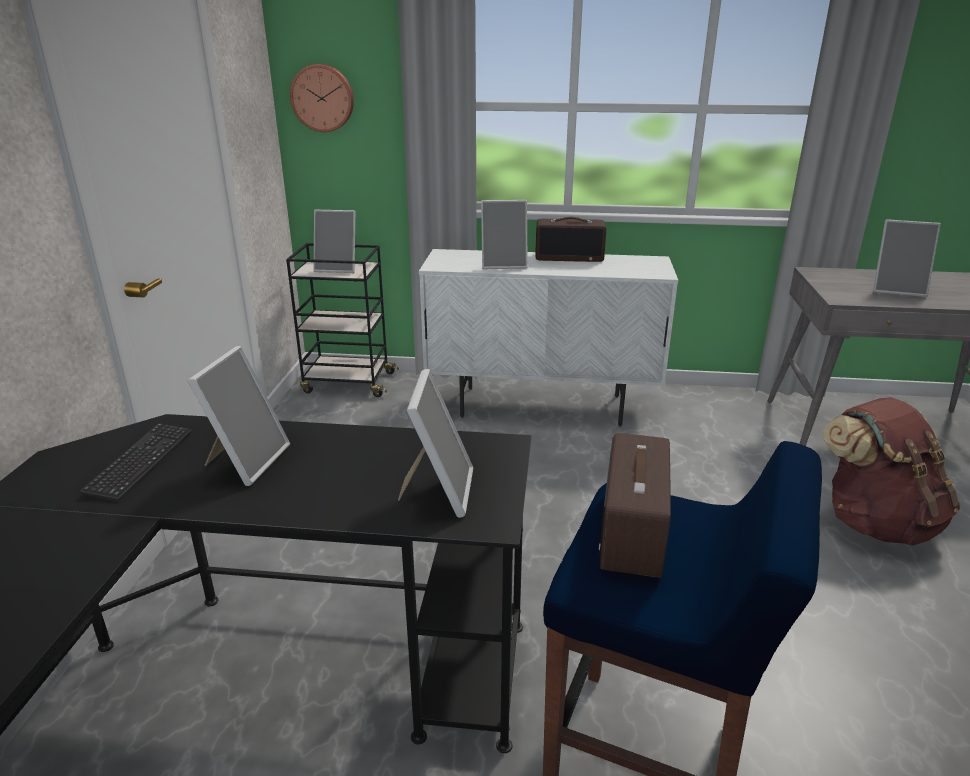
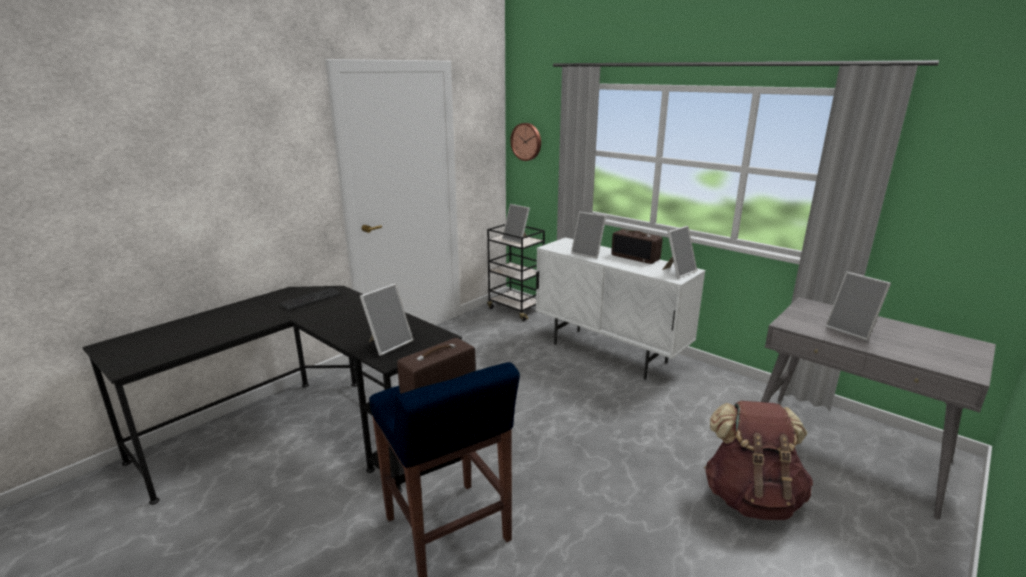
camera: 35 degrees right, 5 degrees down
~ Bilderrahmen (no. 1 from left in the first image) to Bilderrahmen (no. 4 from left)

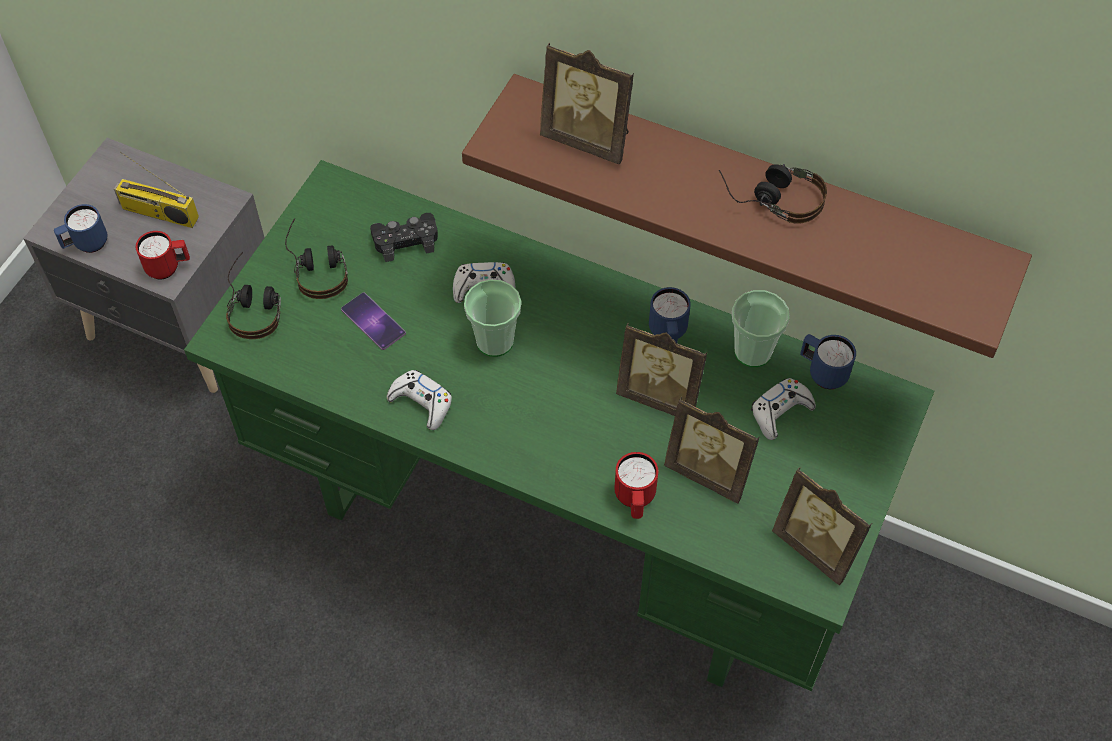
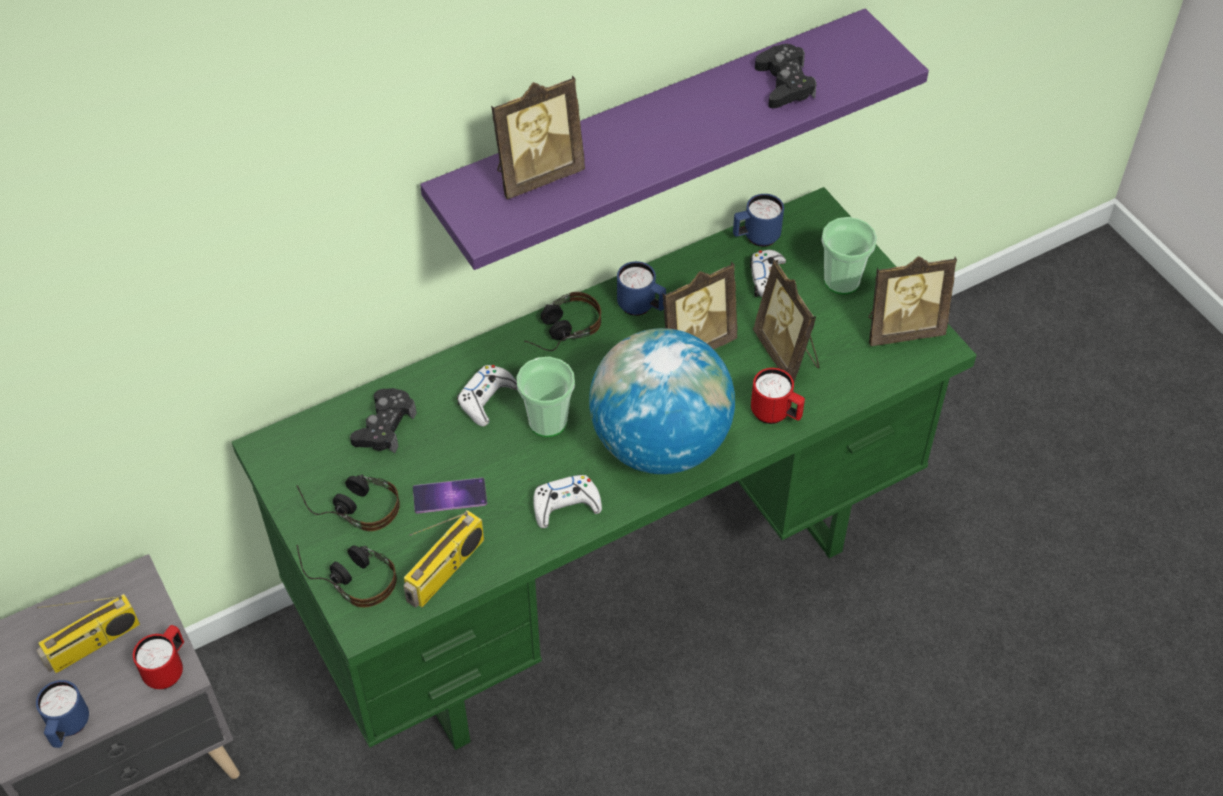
camera: 55 degrees left, 5 degrees down
+ Radio (no. 2 from left)
~ Wandregal/braun to Wandregal/lila
~ Kopfhörer (no. 3 from left)
+ Globus
~ Bilderrahmen (no. 3 from left) 90 degrees clockwise
+ Gamepad/schwarz (no. 2 from left)
~ Tasse (no. 2 from left)

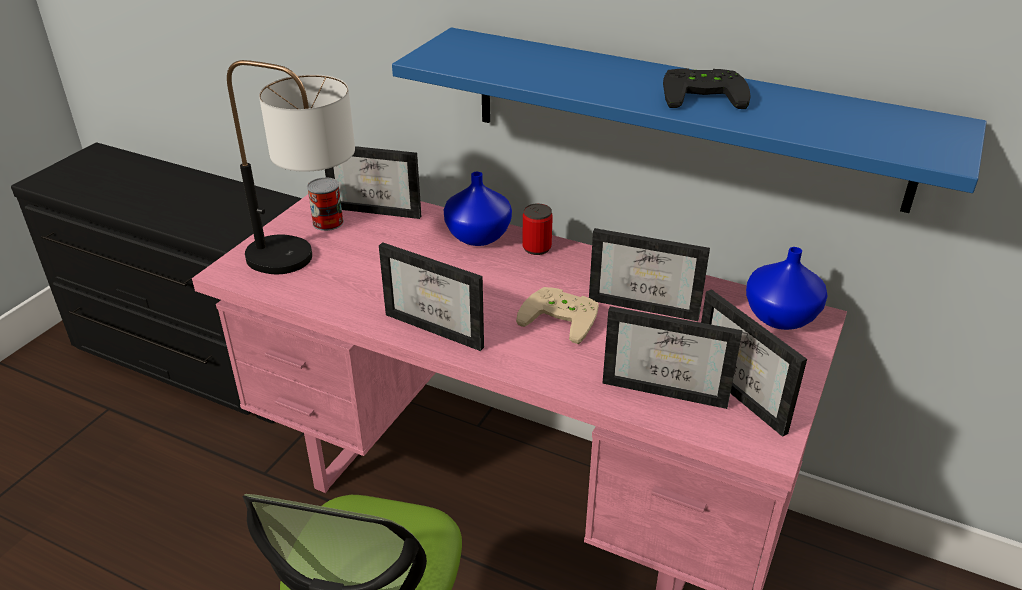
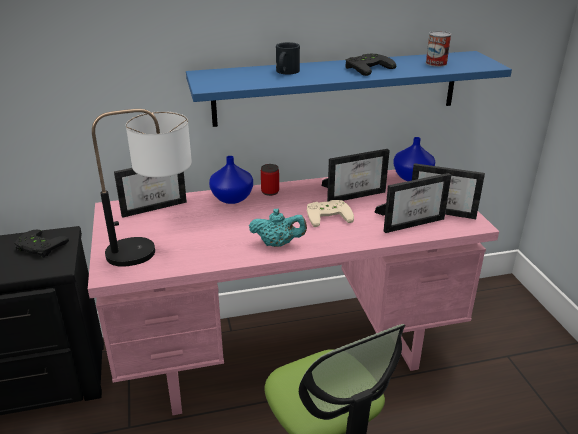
camera: 40 degrees left, 5 degrees down
+ Gamepad/schwarz (no. 1 from left)
~ Bilderrahmen (no. 2 from left) to Teekanne/türkis
+ Henkelbecher/schwarz
~ Dose (no. 1 from left in the first image) to Dose (no. 2 from left)

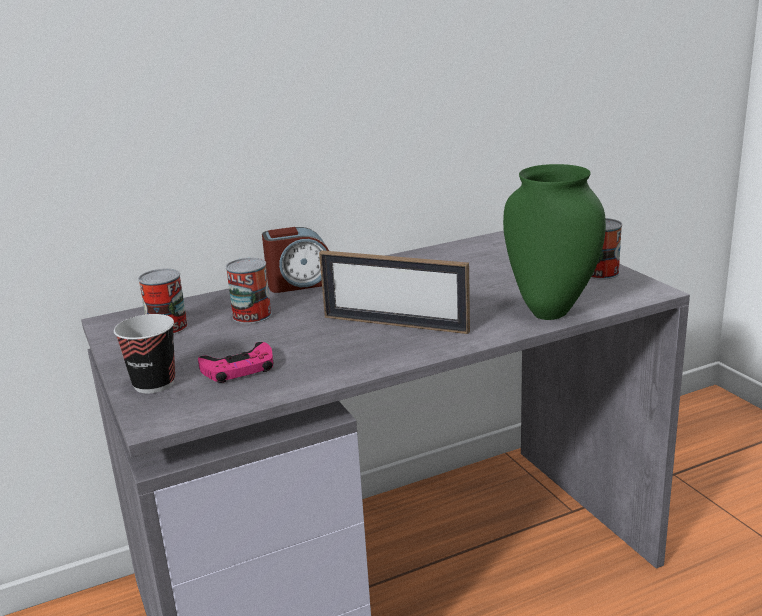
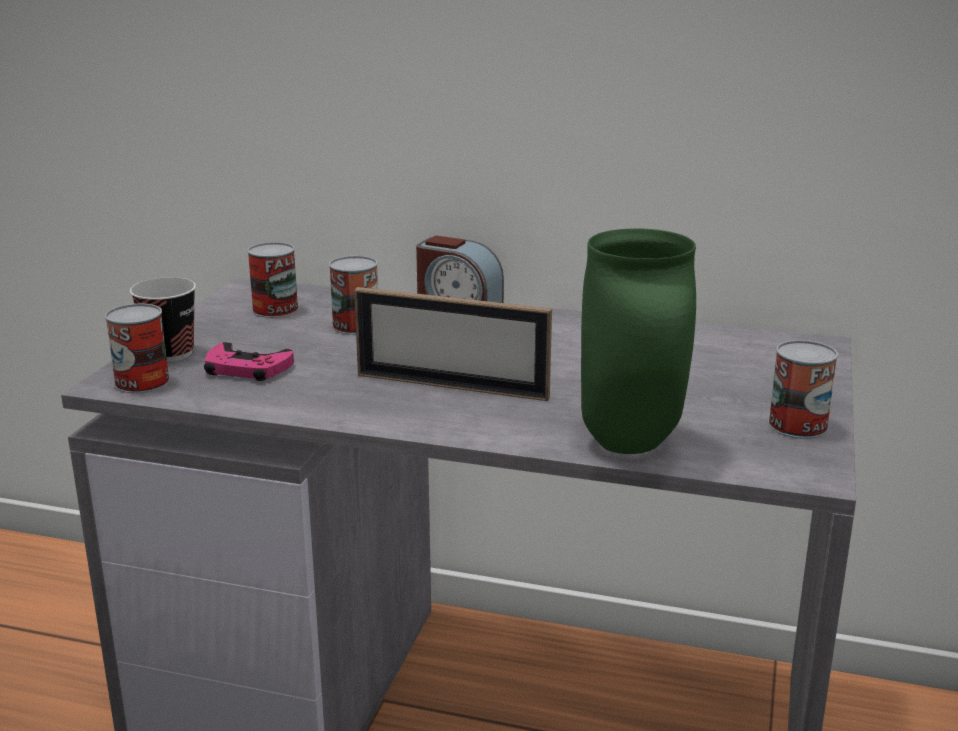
camera: 40 degrees right, 0 degrees up
+ Dose (no. 1 from left)
~ Bilderrahmen 45 degrees counterclockwise

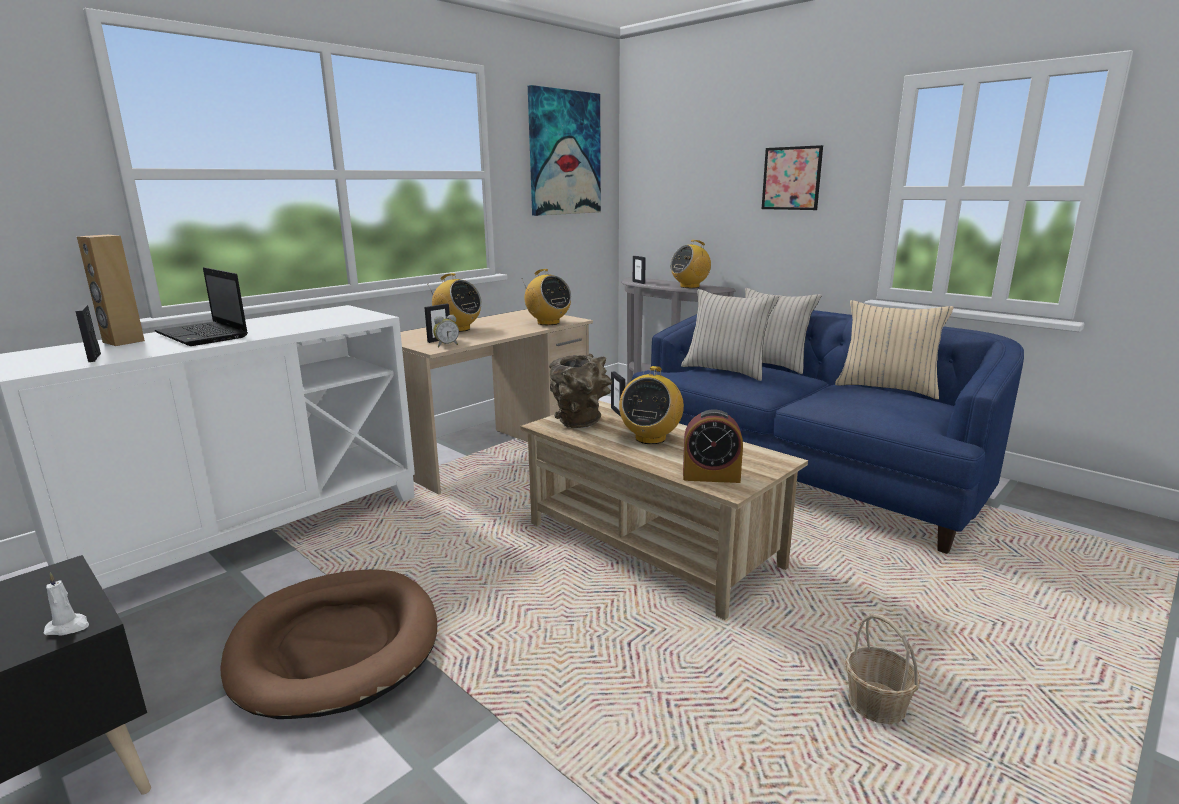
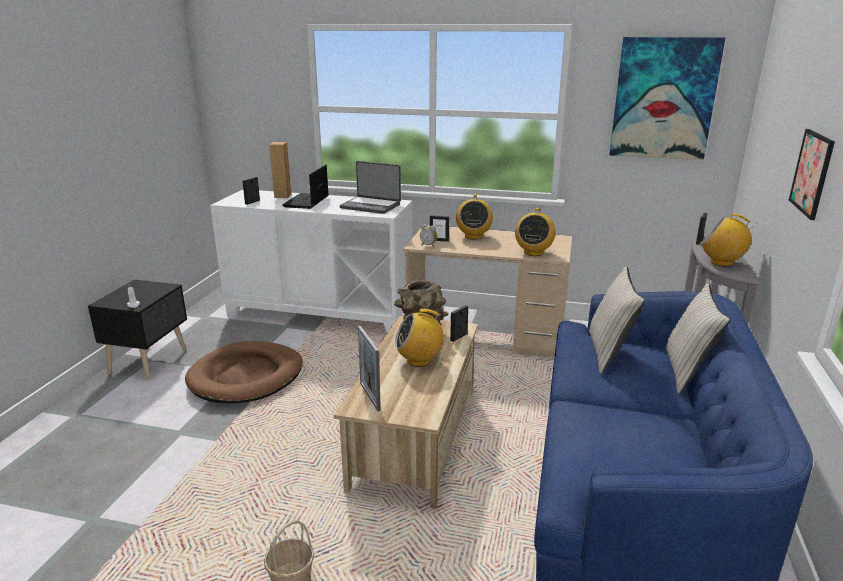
camera: 60 degrees right, 5 degrees up
+ Laptop (no. 2 from left)
~ Wecker (no. 2 from left) to Bilderrahmen (no. 2 from left)
- Kissen/beige (no. 3 from left)

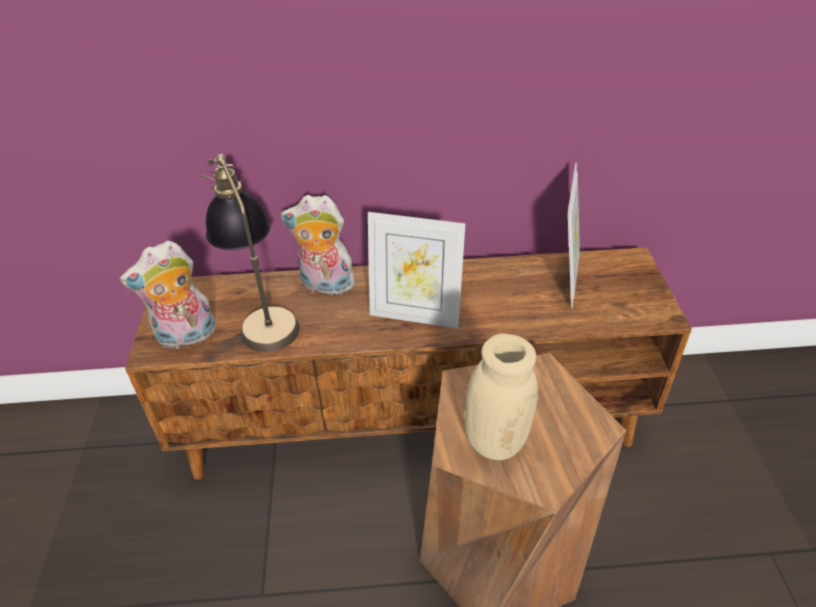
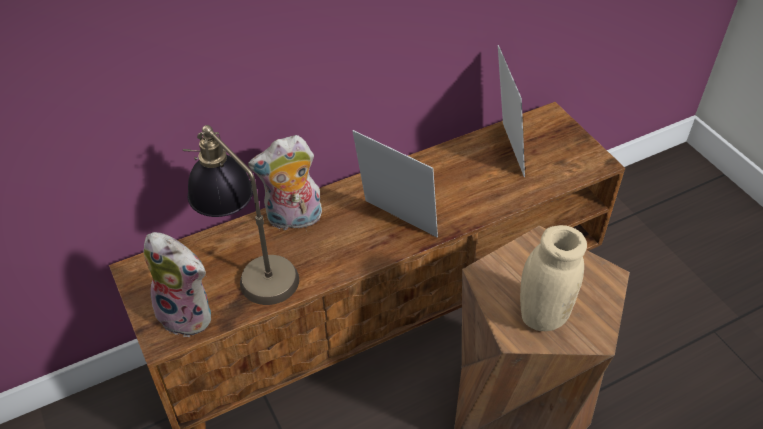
camera: 25 degrees left, 5 degrees up
~ Plüschtier (no. 1 from left) 105 degrees counterclockwise
~ Bilderrahmen (no. 1 from left) 135 degrees counterclockwise

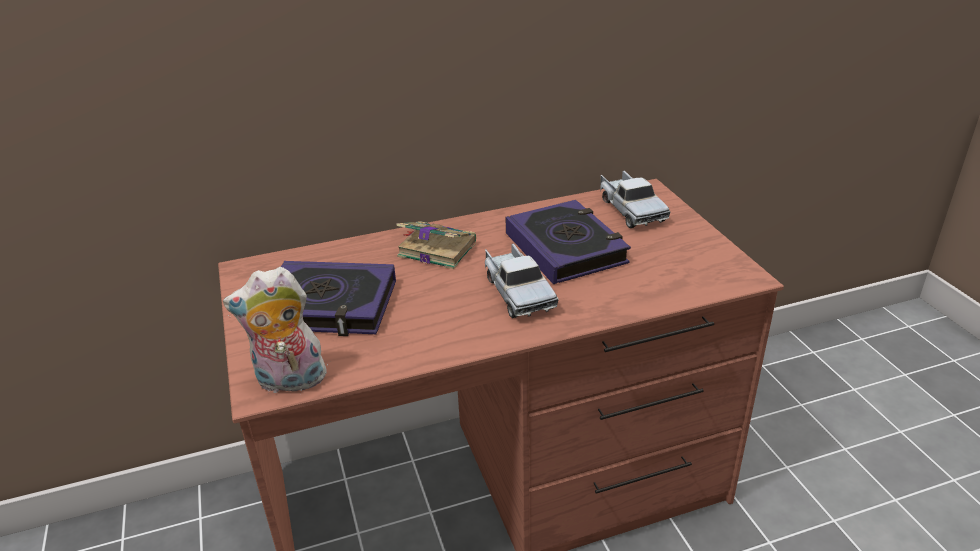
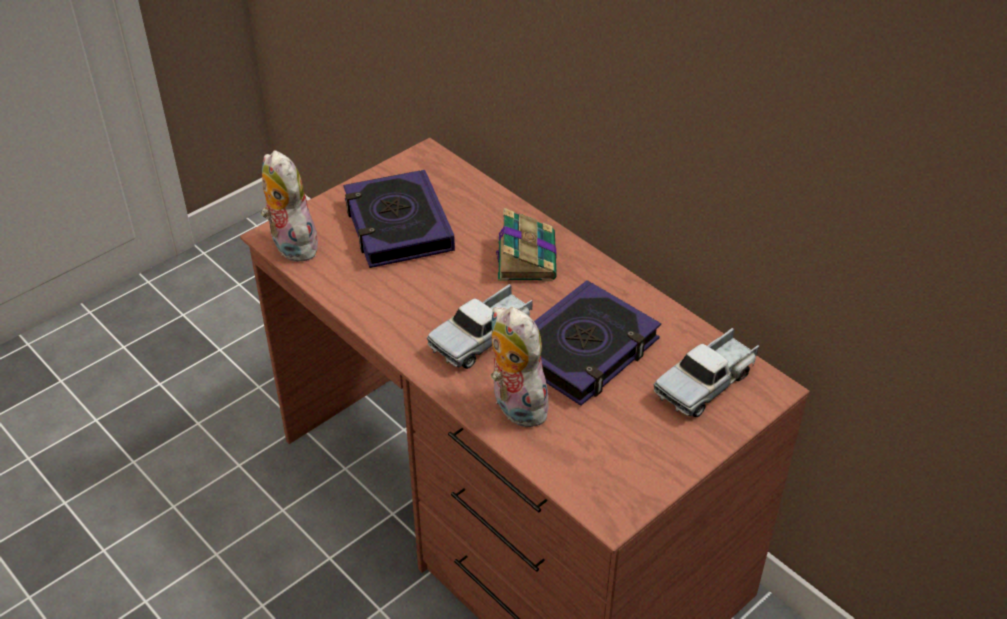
camera: 65 degrees right, 10 degrees up
+ Plüschtier (no. 2 from left)

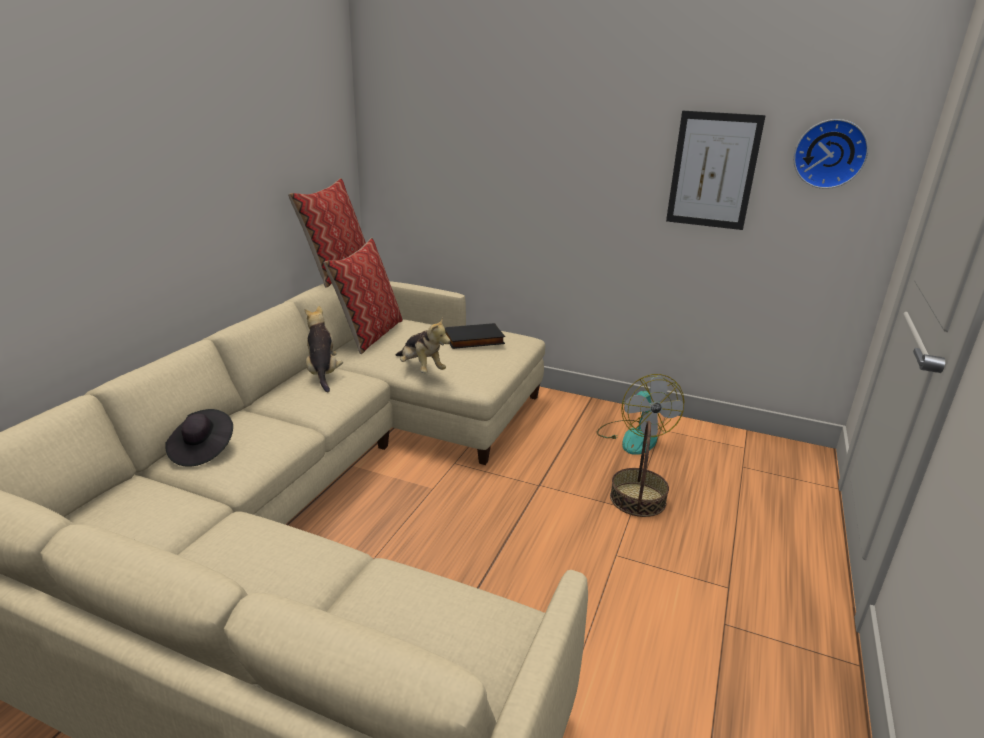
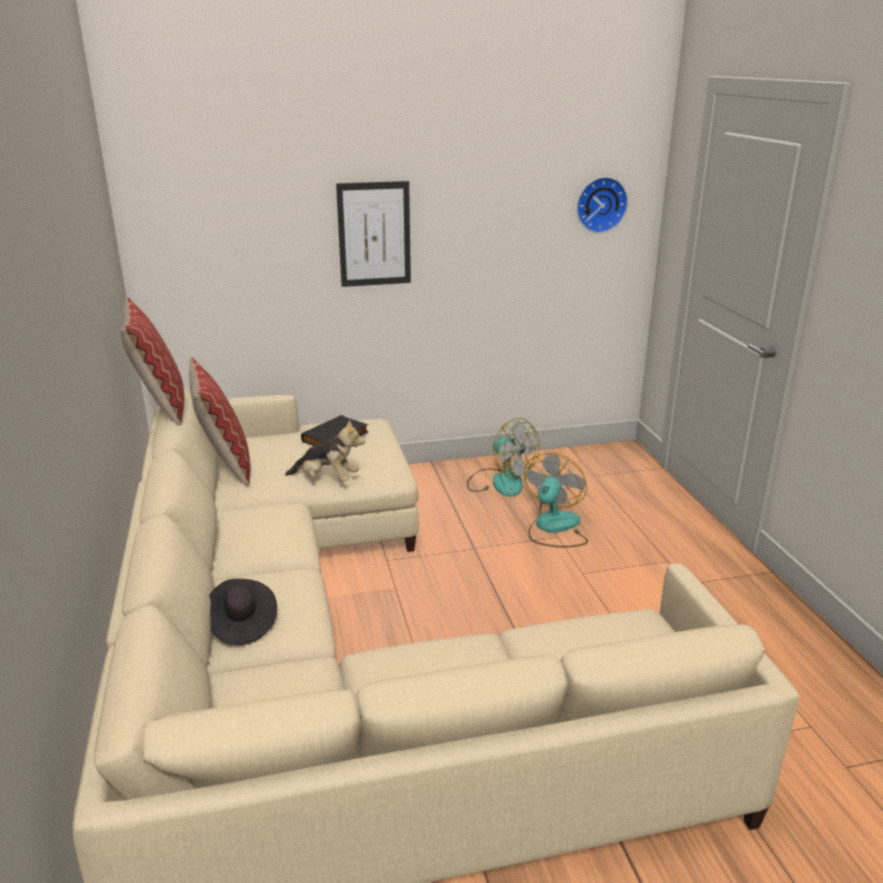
camera: 35 degrees left, 0 degrees up
~ Bild
~ Korb to Ventilator (no. 2 from left)
- Plüschtier (no. 1 from left)

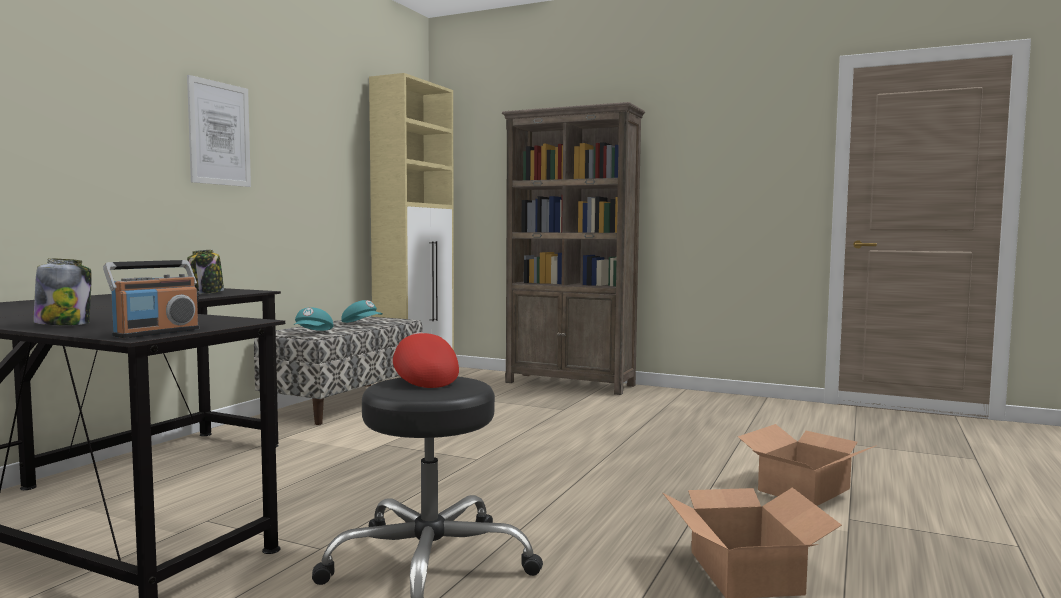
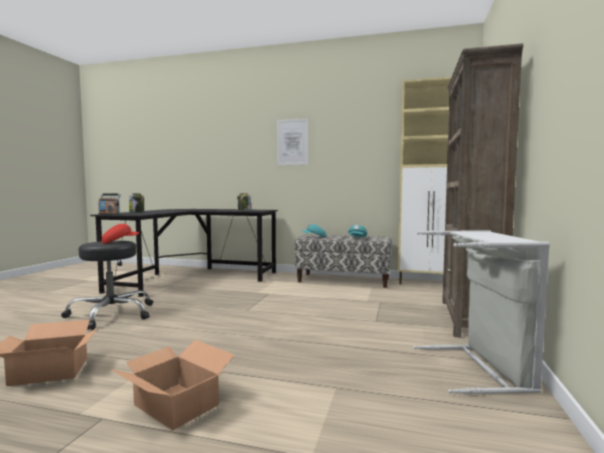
camera: 80 degrees right, 0 degrees up
+ Wäschekorb/grau

